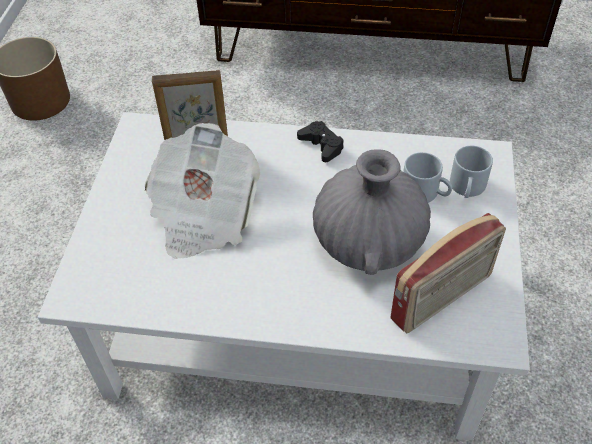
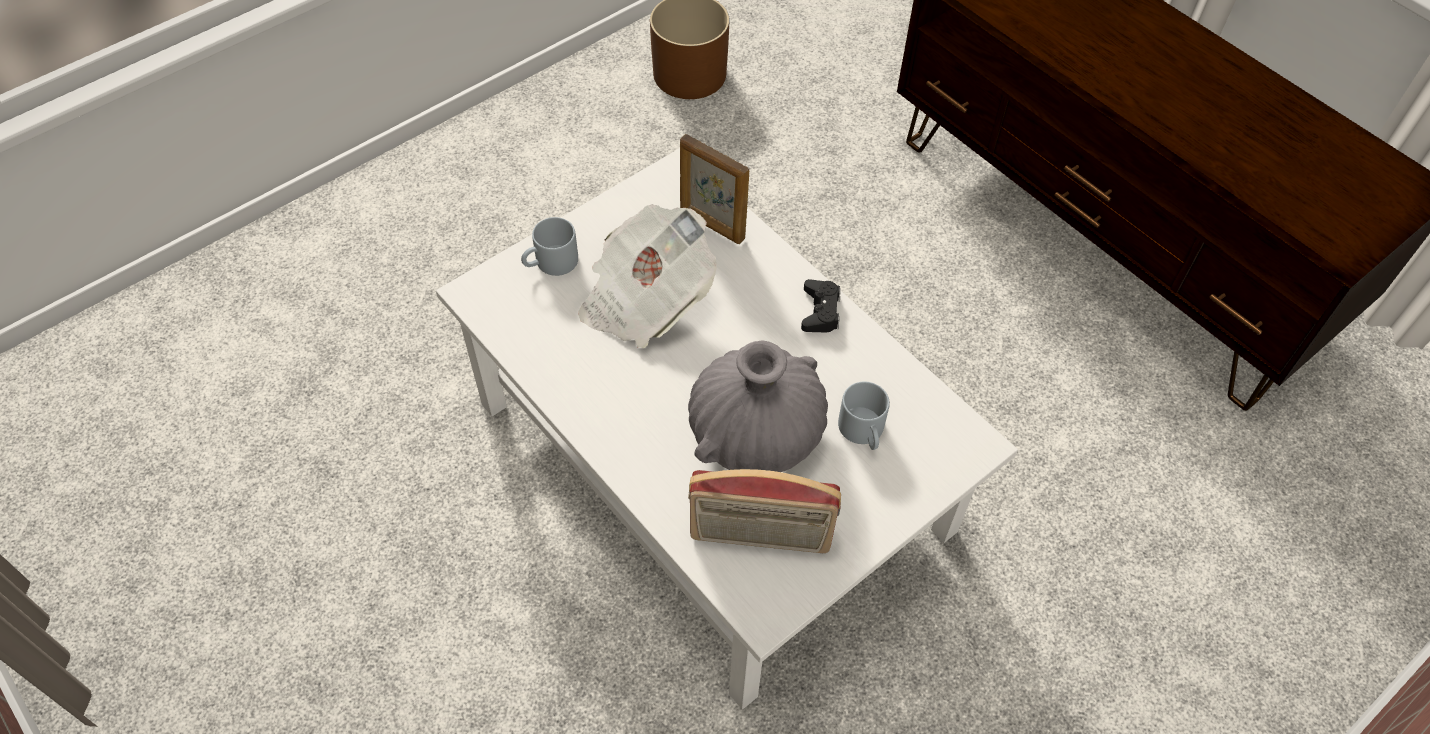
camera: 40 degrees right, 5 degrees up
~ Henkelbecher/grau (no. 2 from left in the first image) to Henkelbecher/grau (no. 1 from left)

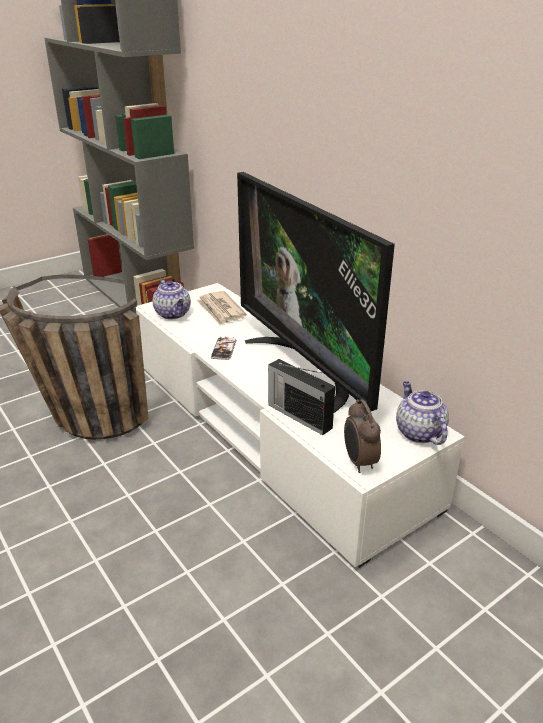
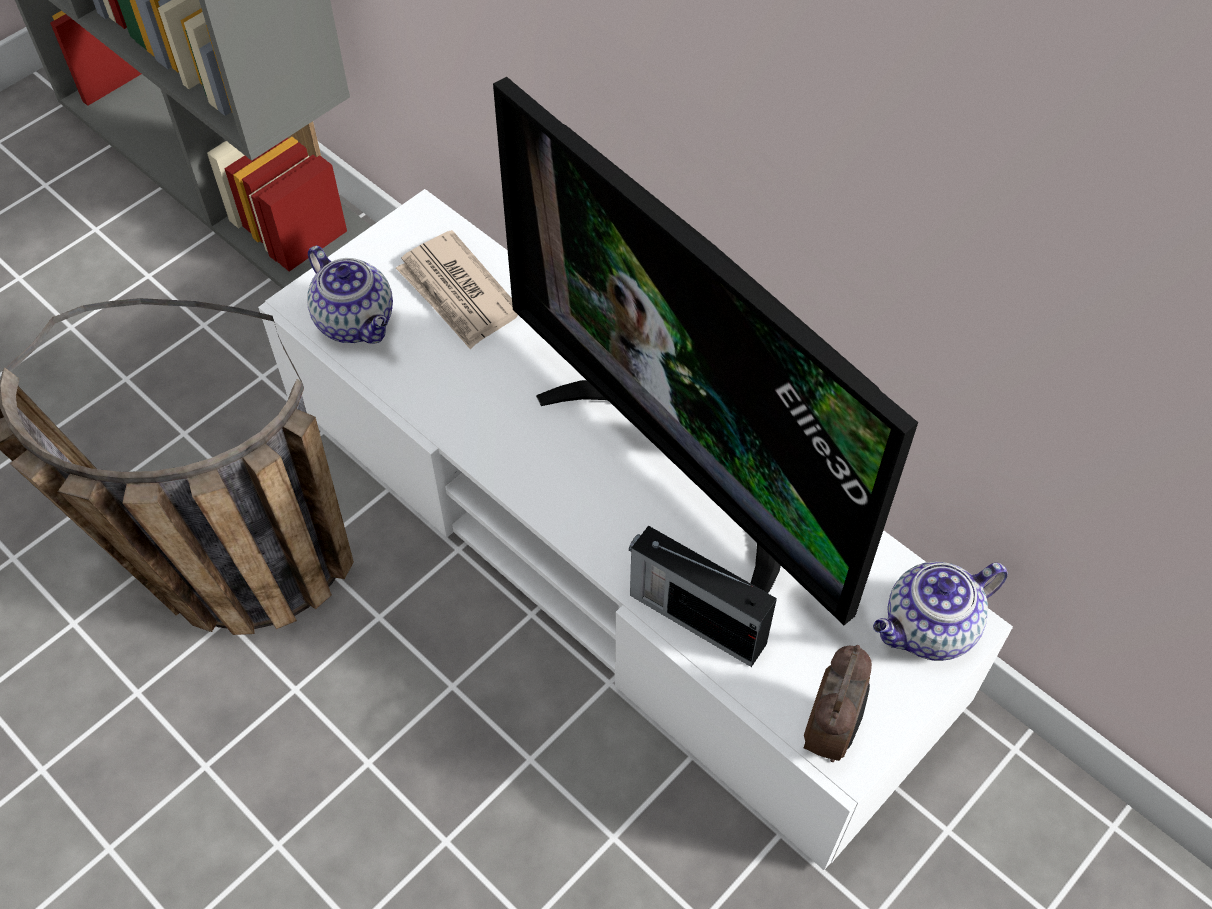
camera: 10 degrees left, 25 degrees up
~ Wecker 135 degrees counterclockwise
~ Teekanne (no. 2 from left) 90 degrees counterclockwise
- Handy

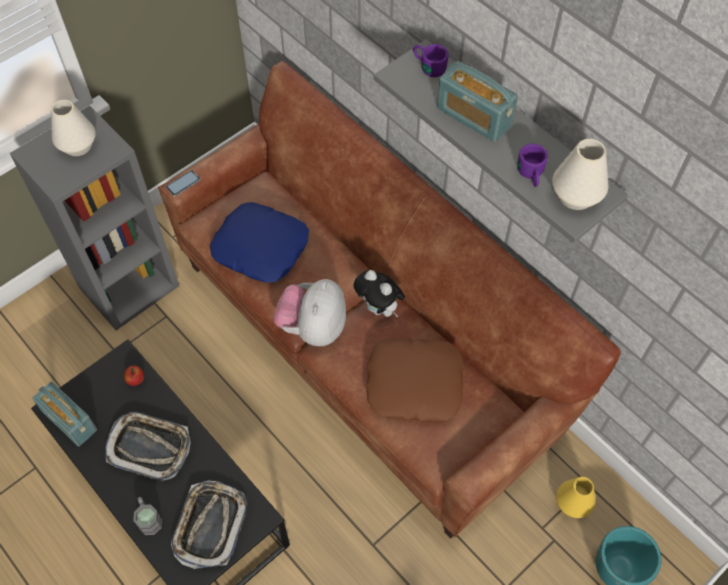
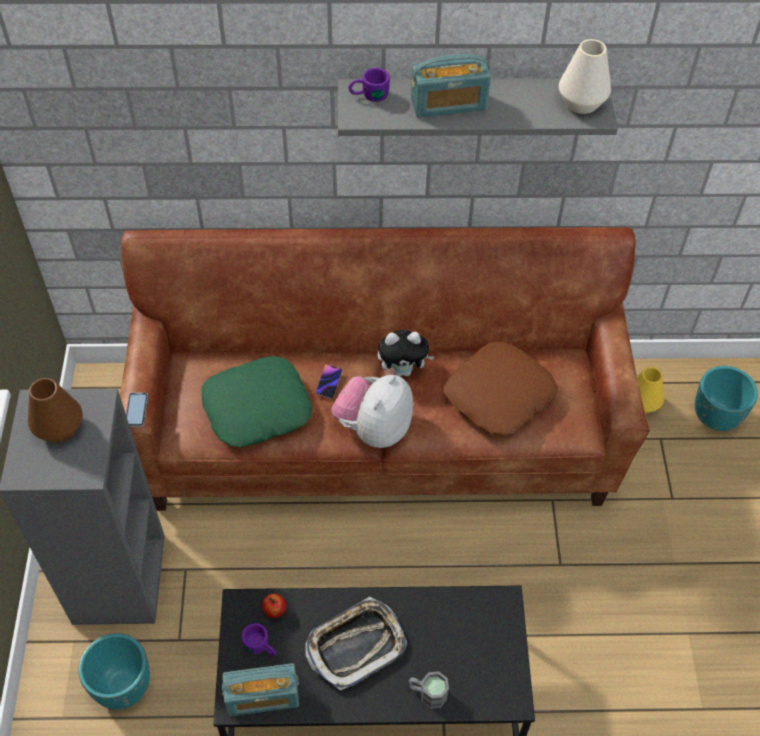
camera: 50 degrees left, 5 degrees down
~ Vase/weiß (no. 1 from left) to Vase/braun
+ Pflanzkübel/türkis (no. 1 from left)
~ Kissen/blau to Kissen/grün
~ Henkelbecher/lila (no. 2 from left in the first image) to Henkelbecher/lila (no. 1 from left)
+ Handy (no. 2 from left)
~ Plüschtier (no. 1 from left) 60 degrees clockwise
- Tablett (no. 2 from left)

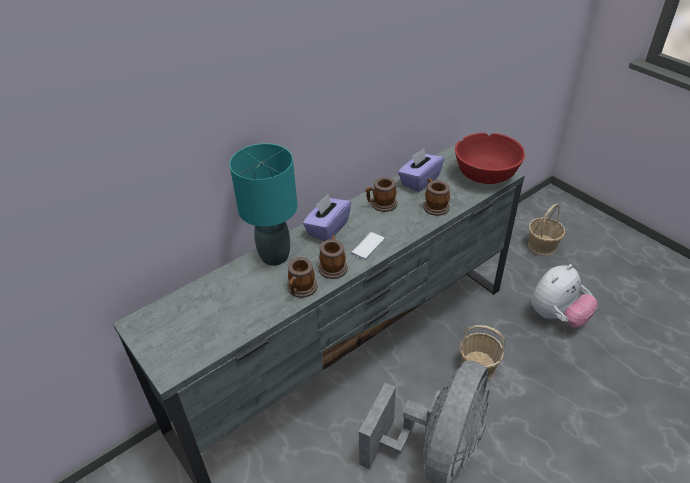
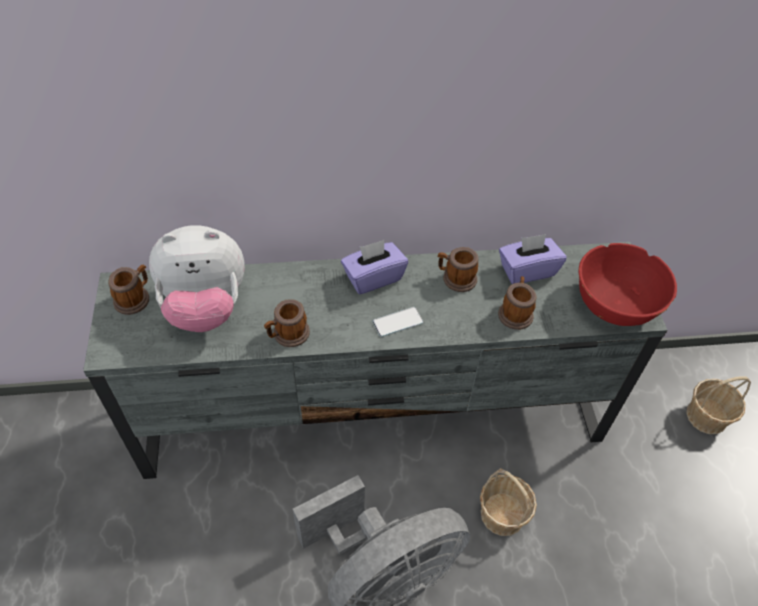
camera: 30 degrees right, 10 degrees up
~ Henkelbecher (no. 2 from left in the first image) to Henkelbecher (no. 1 from left)
~ Plüschtier
- Tischlampe/türkis

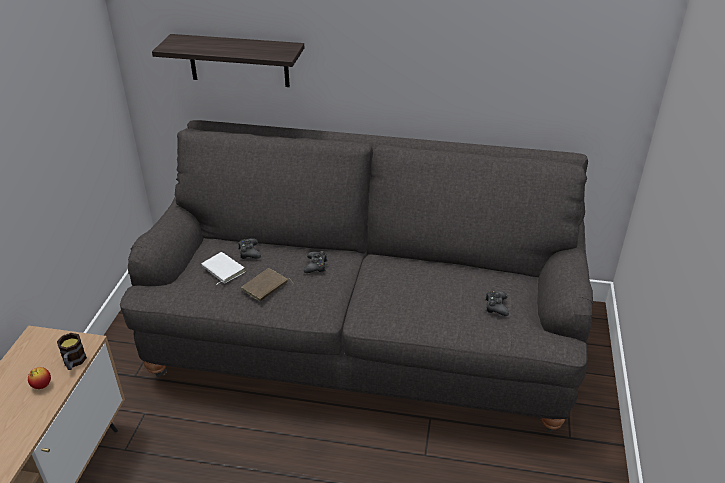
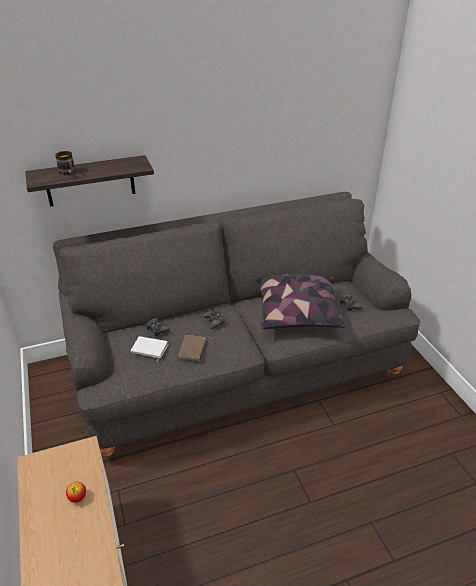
camera: 30 degrees left, 0 degrees up
~ Henkelbecher
+ Kissen

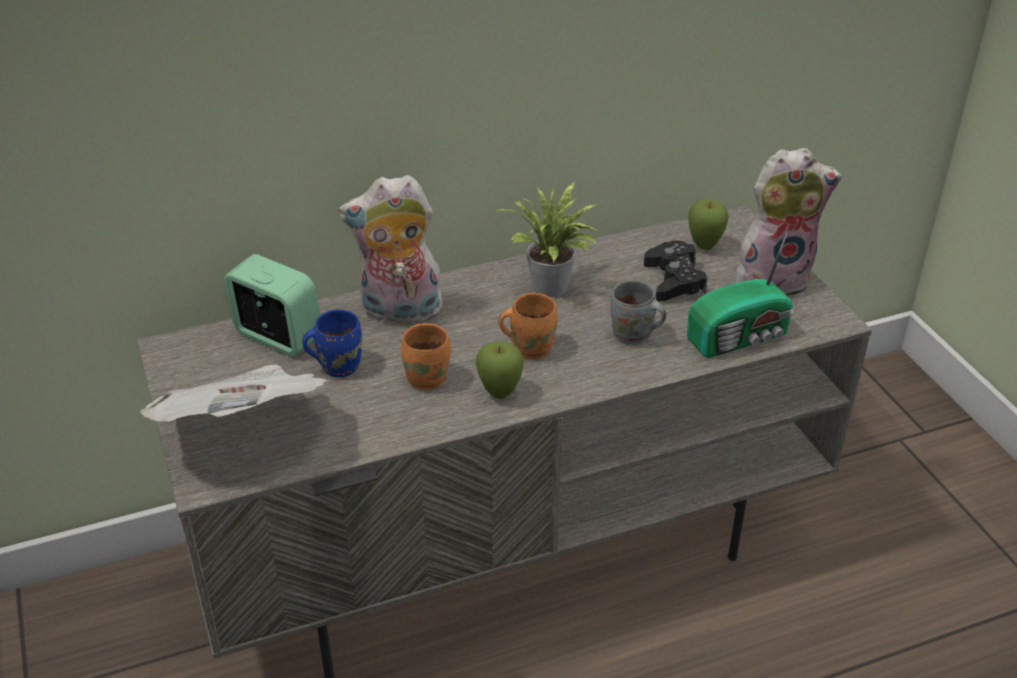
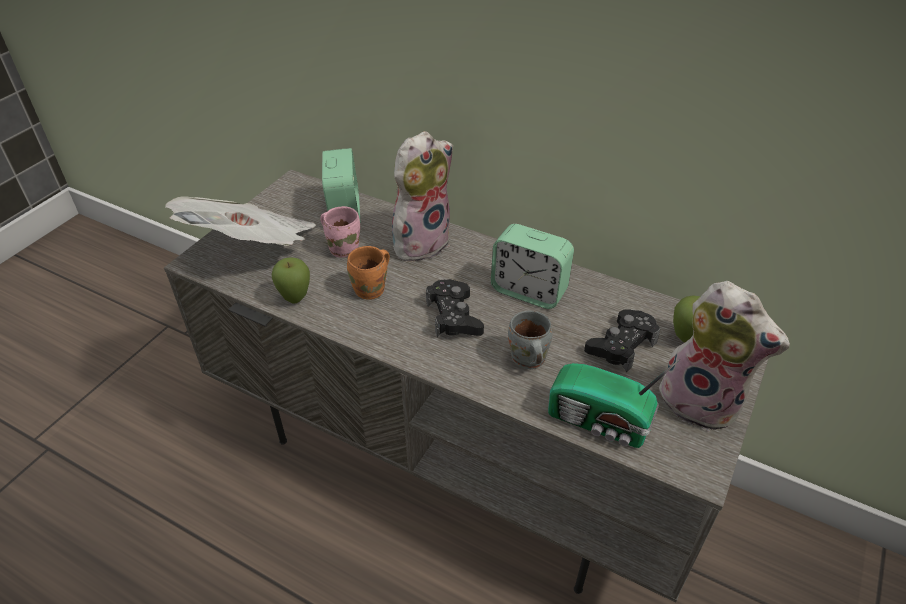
camera: 50 degrees right, 5 degrees up
~ Apfel (no. 1 from left)
~ Henkelbecher/blau to Henkelbecher/rosa
~ Plüschtier (no. 1 from left) 90 degrees clockwise
~ Henkelbecher/orange (no. 2 from left) to Gamepad/schwarz (no. 1 from left)
~ Topfpflanze to Wecker (no. 2 from left)

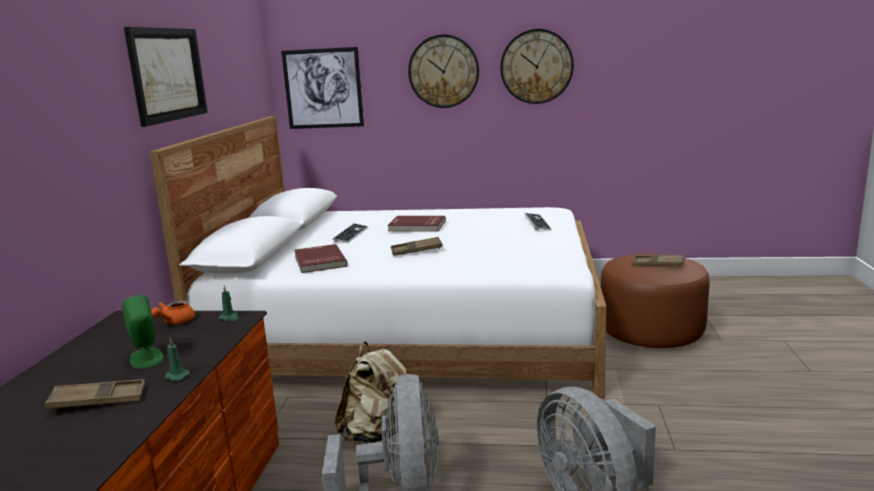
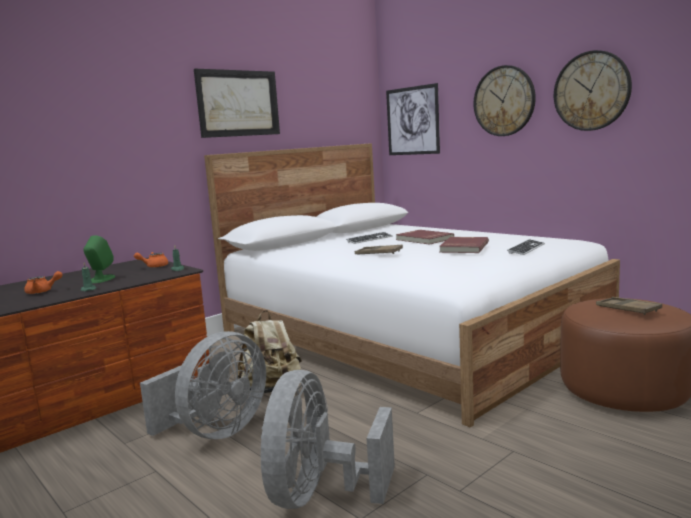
camera: 40 degrees right, 5 degrees down
~ Tablett/braun (no. 1 from left) to Teekanne/orange (no. 1 from left)
~ Buch/rot (no. 1 from left in the first image) to Buch/rot (no. 2 from left)

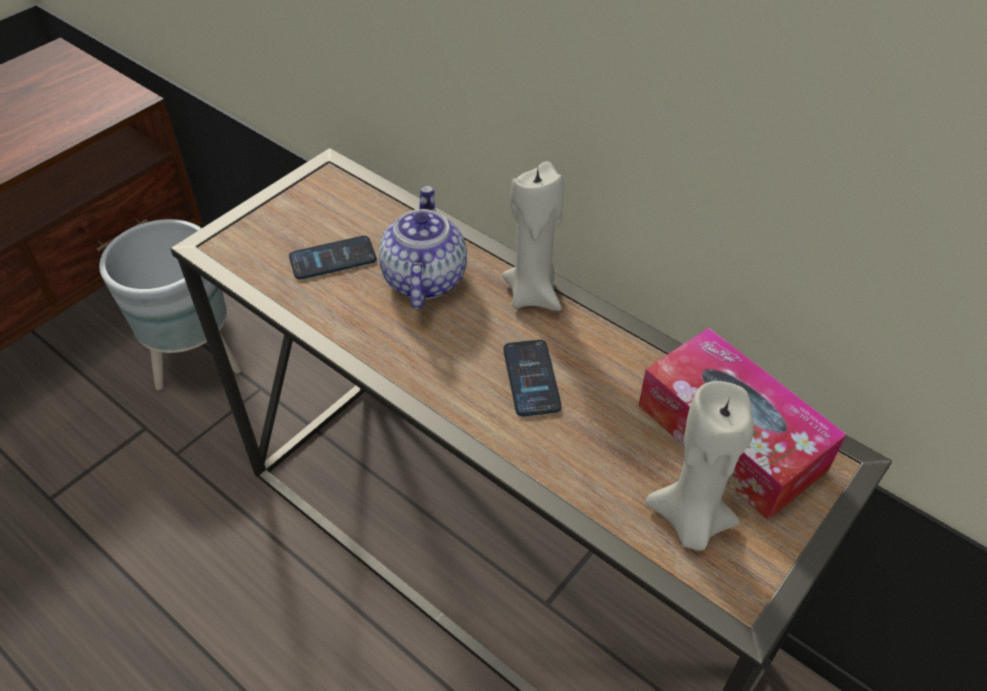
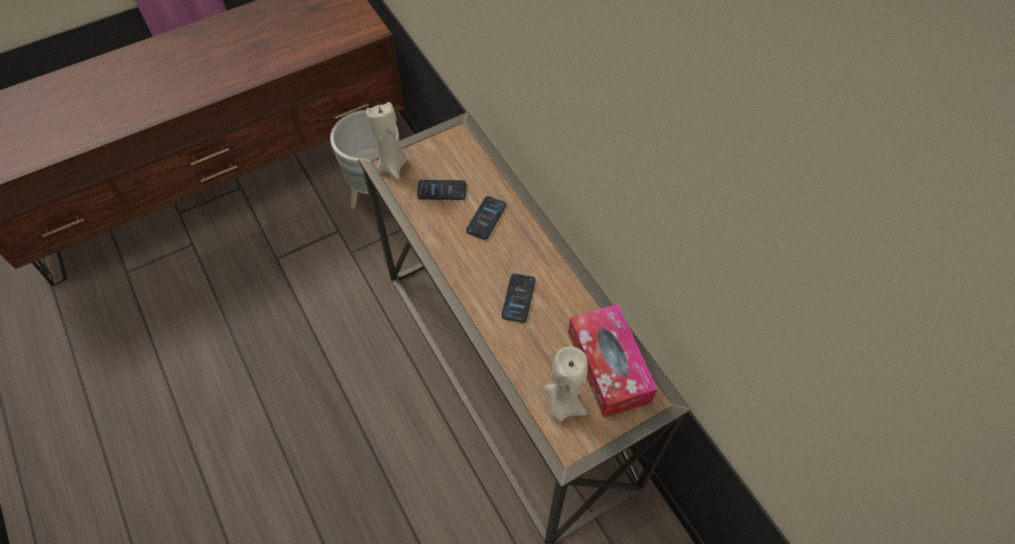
camera: 20 degrees right, 10 degrees up
~ Kerze/beige (no. 1 from left)
~ Teekanne to Handy (no. 2 from left)

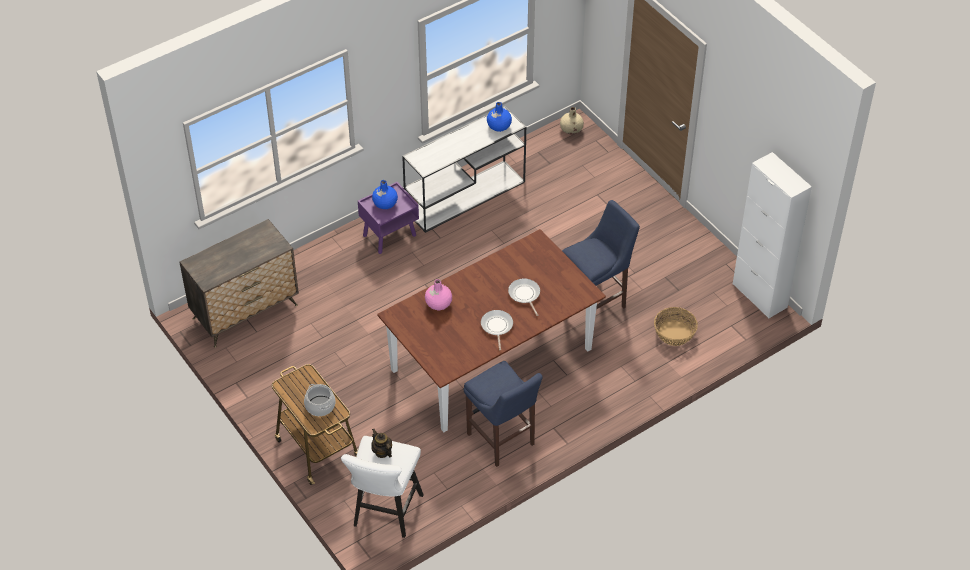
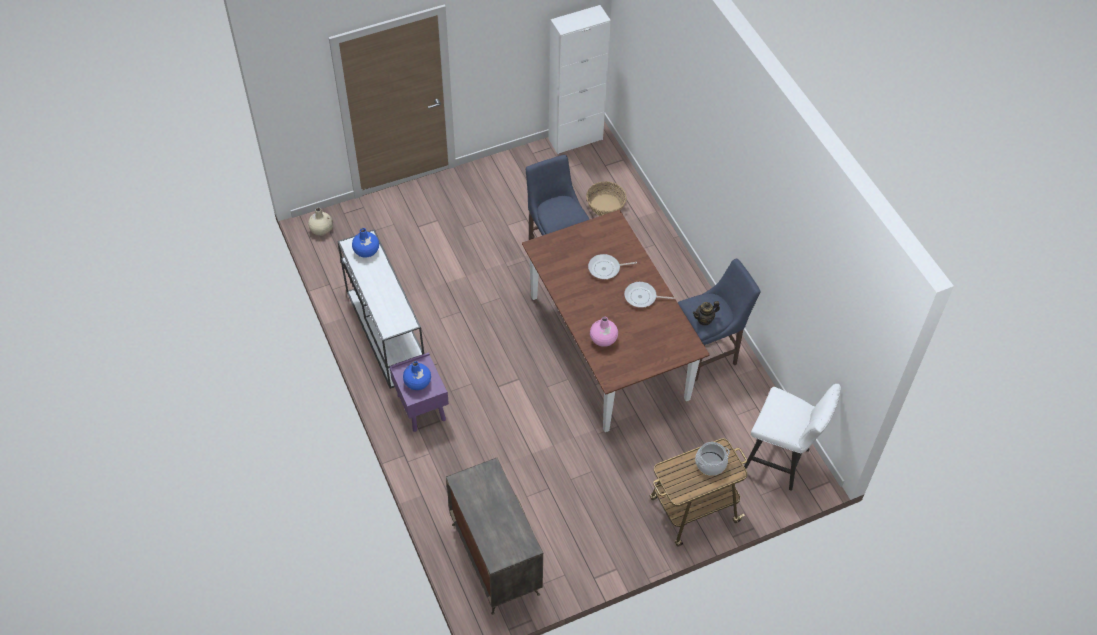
camera: 80 degrees left, 5 degrees up
~ Teekanne

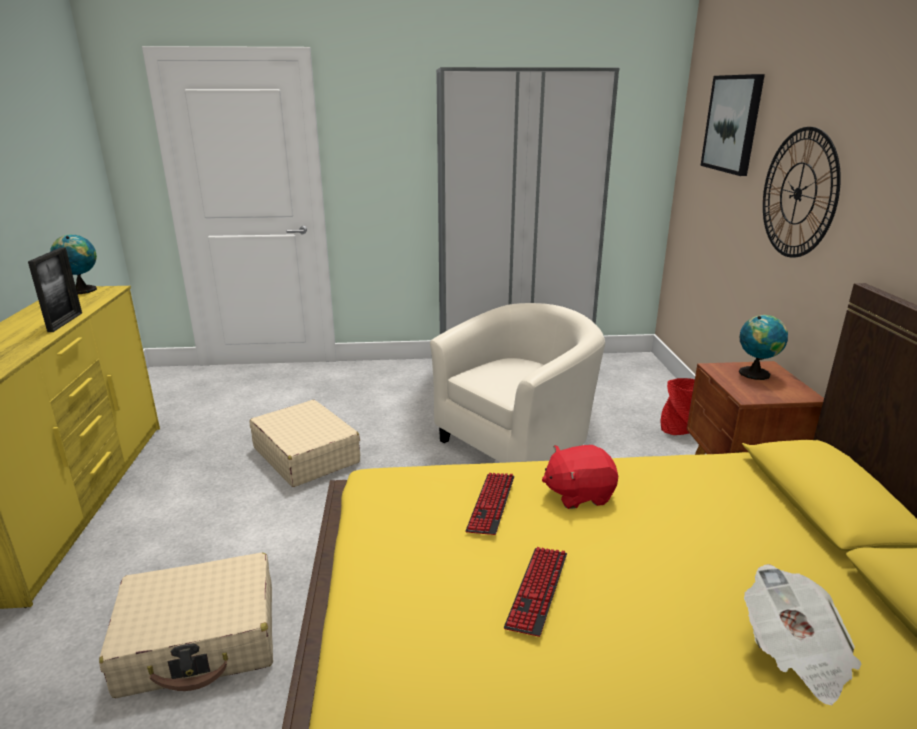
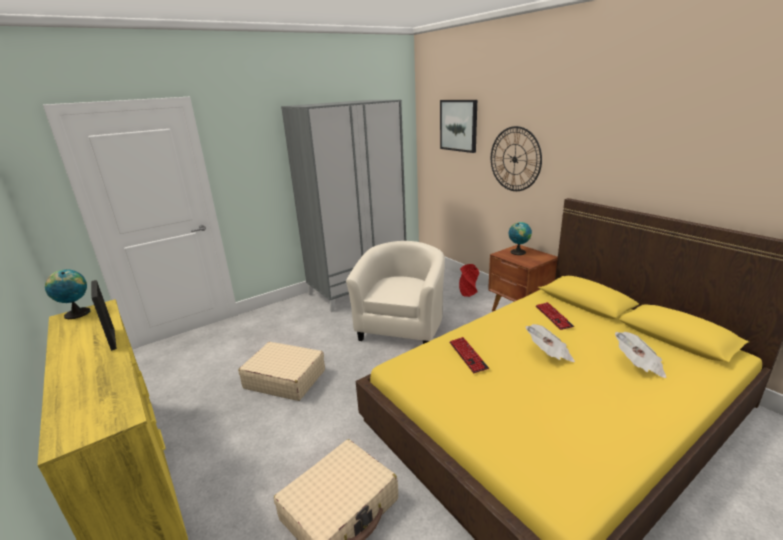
camera: 30 degrees left, 0 degrees up
+ Zeitung (no. 1 from left)
~ Tastatur (no. 2 from left)
- Plüschtier/rot

